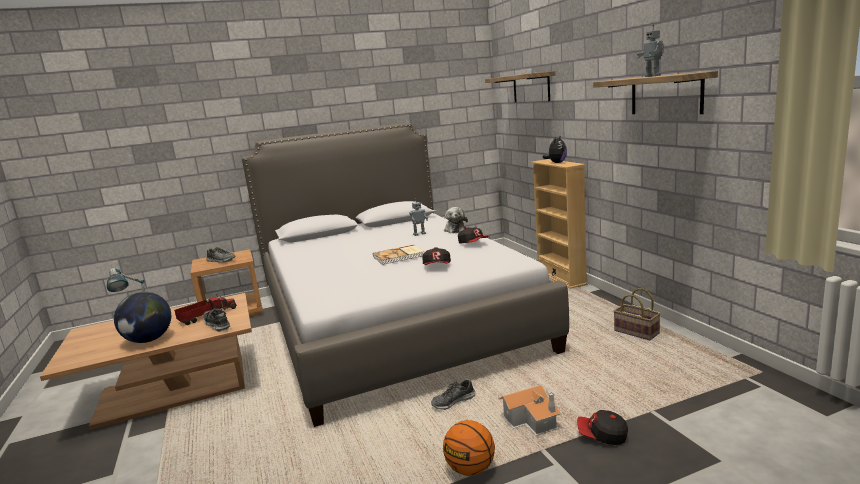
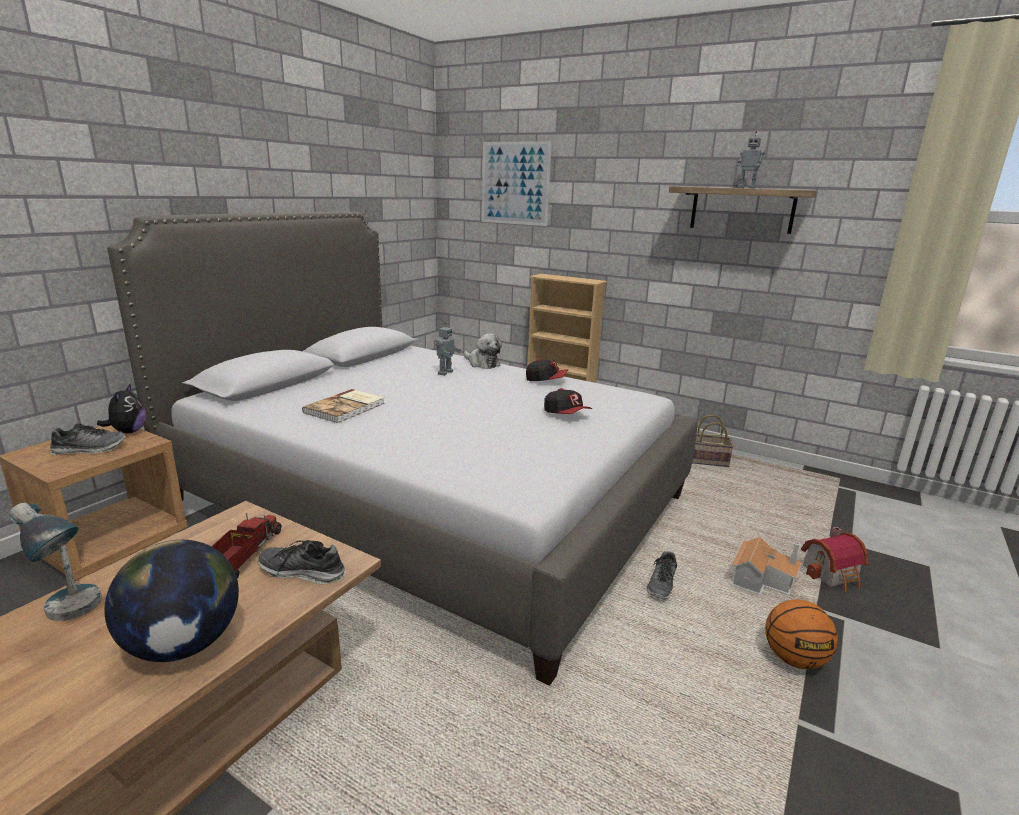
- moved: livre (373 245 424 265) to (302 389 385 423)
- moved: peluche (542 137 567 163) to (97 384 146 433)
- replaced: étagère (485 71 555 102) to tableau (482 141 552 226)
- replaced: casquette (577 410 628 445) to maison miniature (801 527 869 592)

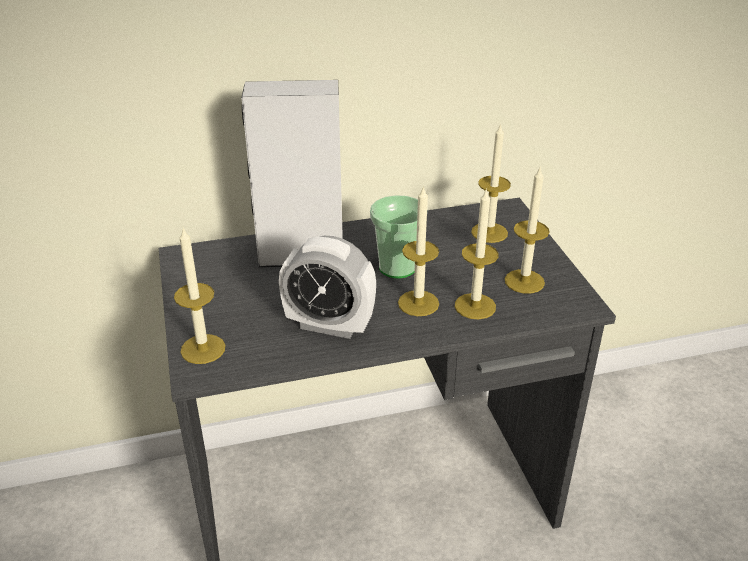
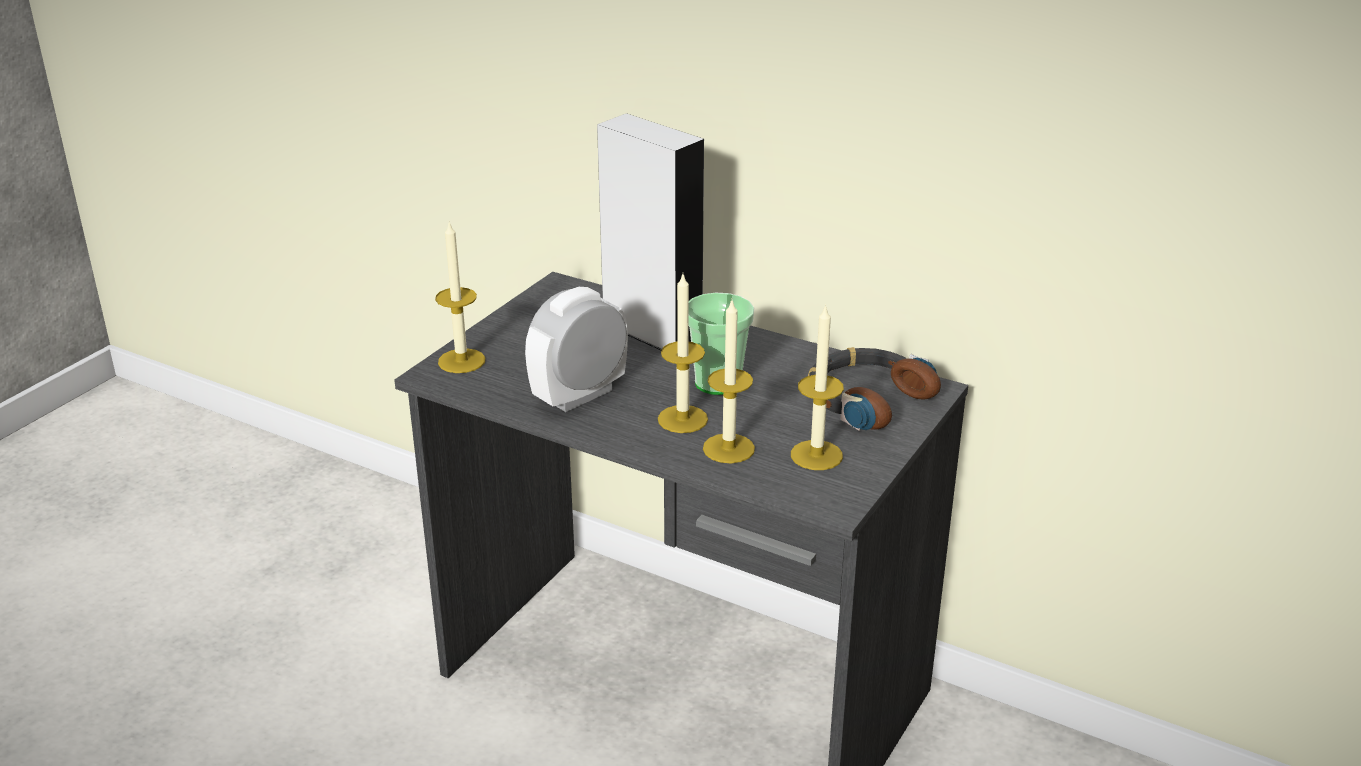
- replaced: bougie (471 123 511 243) to casque audio (808 347 941 431)
- turned: réveil (279 236 376 339) = (525 287 628 412) 75 degrees clockwise

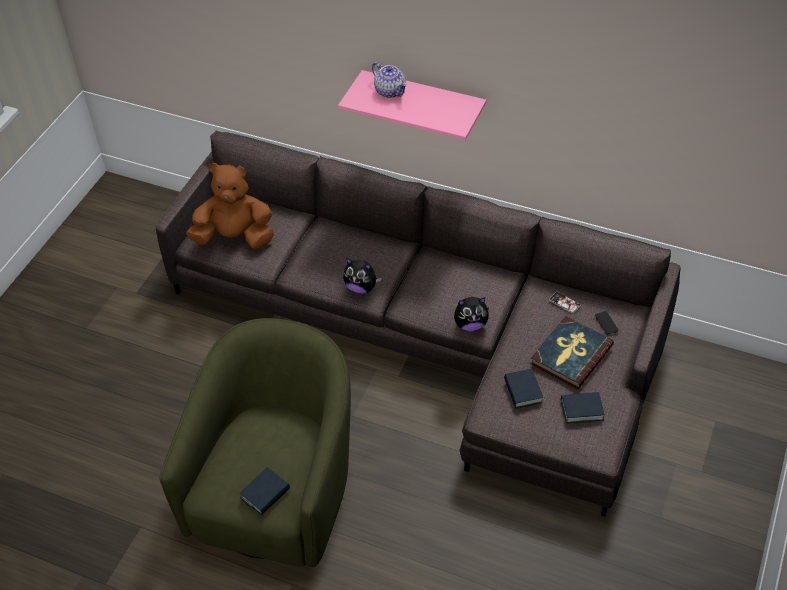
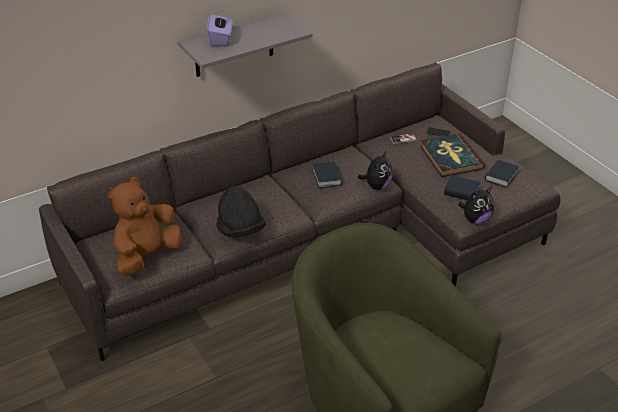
- added: chapeau/noir (216 186 266 237)
- moved: livre (240 467 290 515) to (312 161 342 188)
- moved: peluche (343 258 382 294) to (458 187 494 224)
- replaced: théière (372 62 407 98) to boîte à mouchoirs/violet (207 12 232 46)
- recoloured: étagère/rose (338 70 486 140) to étagère/gris (178 12 313 77)

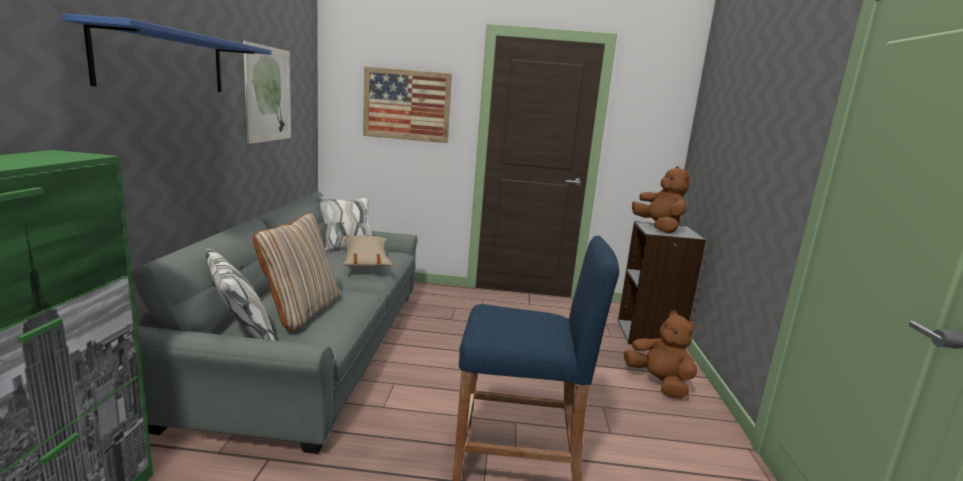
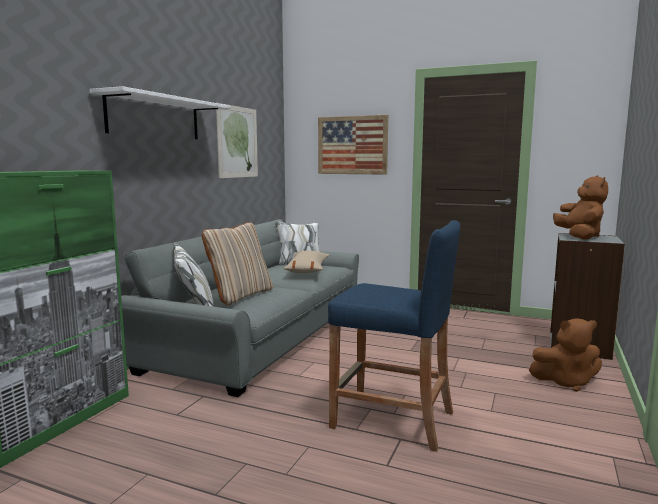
- recoloured: étagère/bleu (62 13 272 92) to étagère/blanc (89 86 231 139)
- turned: peluche/marron (624 310 697 399) = (529 318 602 392) 105 degrees clockwise

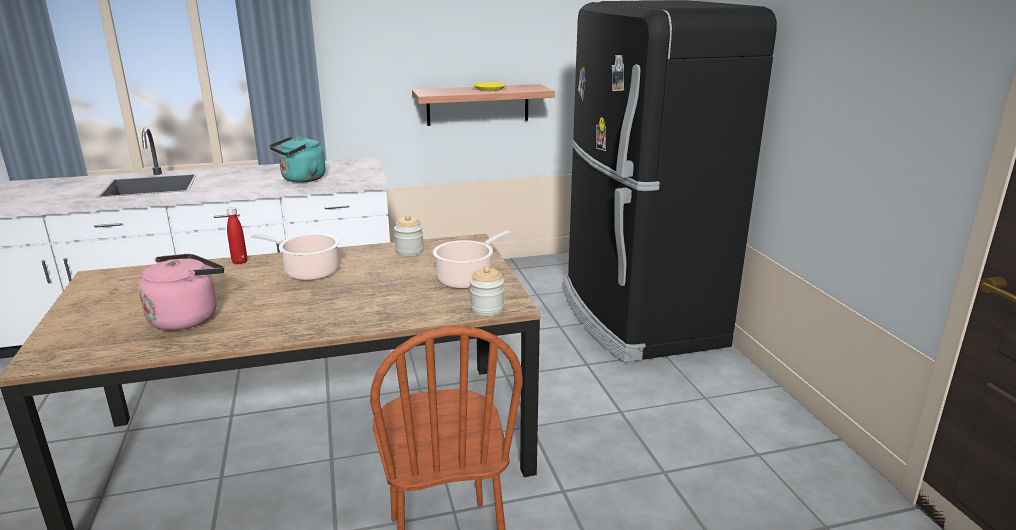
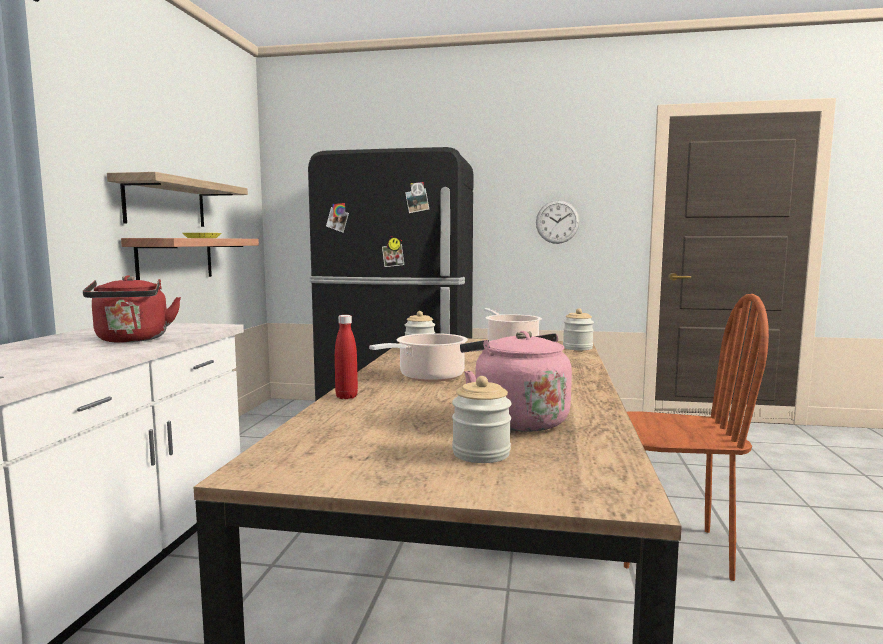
- added: étagère (107 172 248 227)
- added: bocal (452 376 511 463)
- added: horloge murale (536 200 580 244)
- recoloured: bouilloire/turquoise (269 136 326 182) to bouilloire/rouge (83 275 181 343)

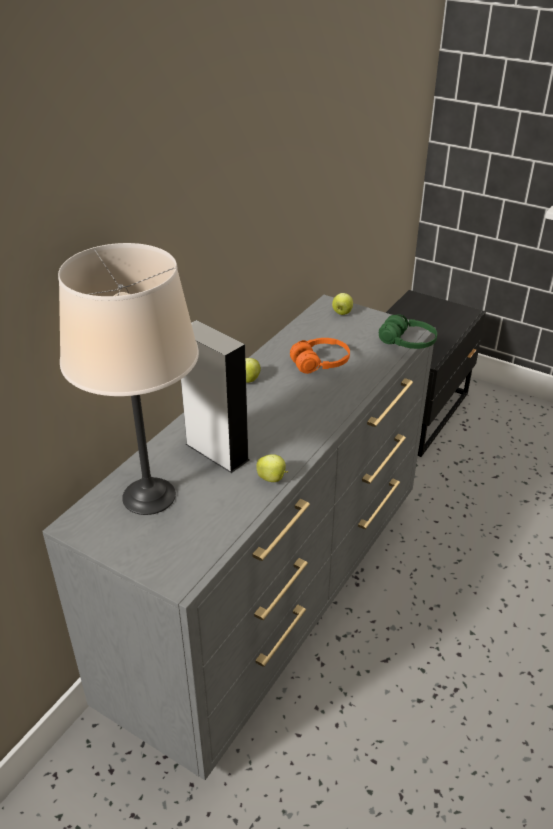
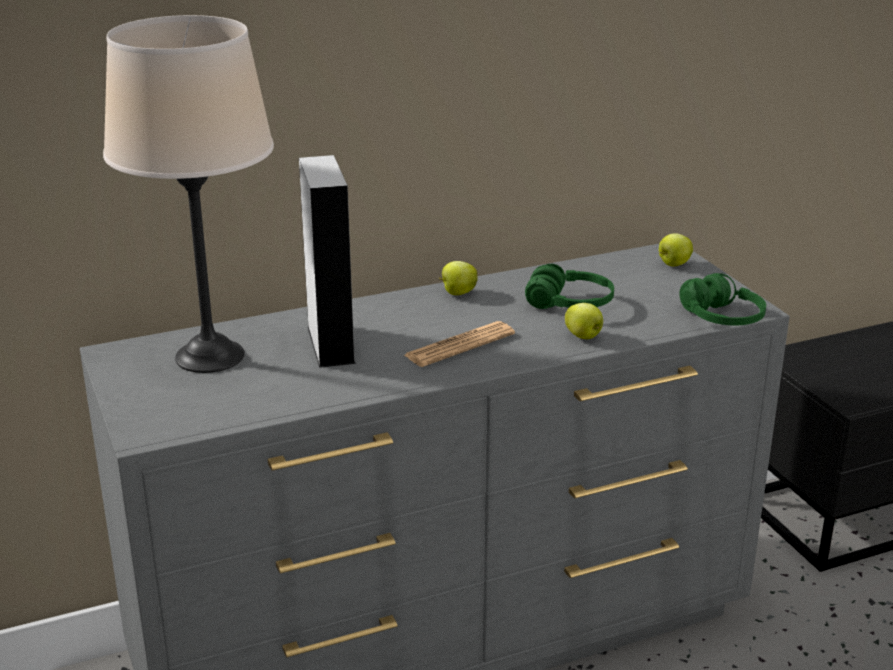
- added: journal (404 321 515 367)
- moved: pomme (256 454 288 482) to (565 303 603 339)
- recoloured: casque audio/orange (290 338 350 374) to casque audio/vert (525 264 614 309)

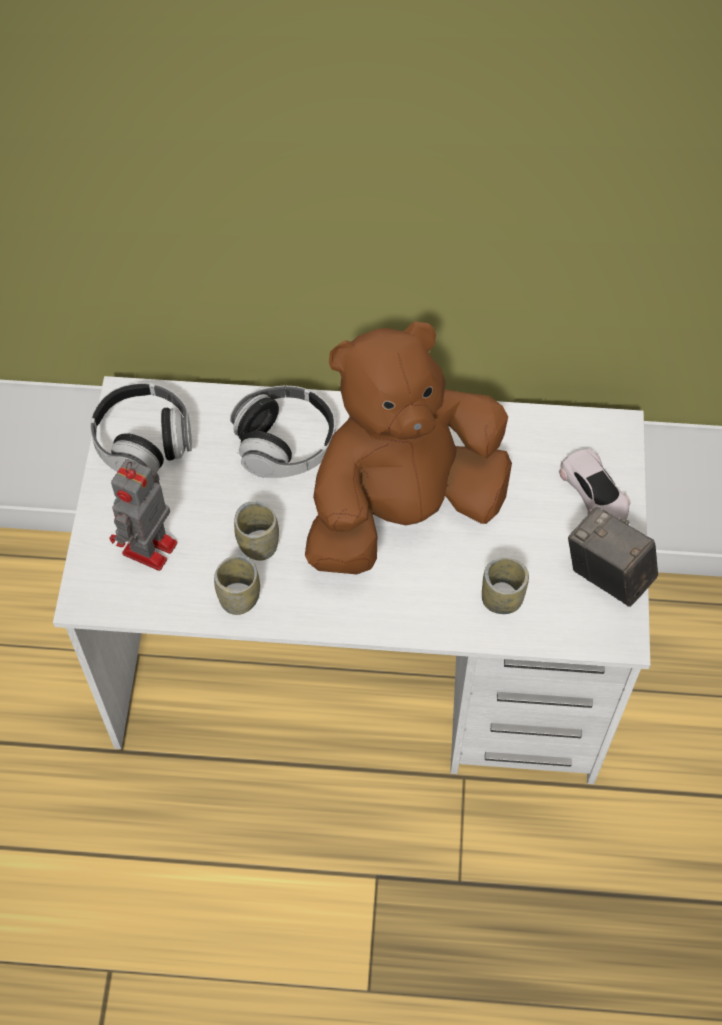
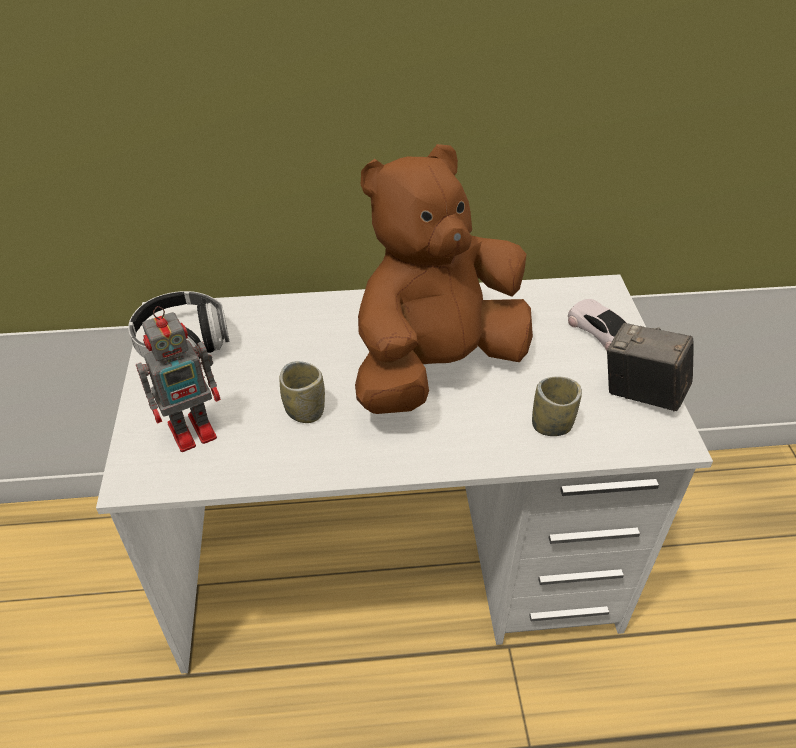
- removed: tasse (214 555 260 615)
- removed: casque audio (230 386 335 478)
- turned: robot jouet (109 459 177 571) = (136 306 221 452) 135 degrees counterclockwise

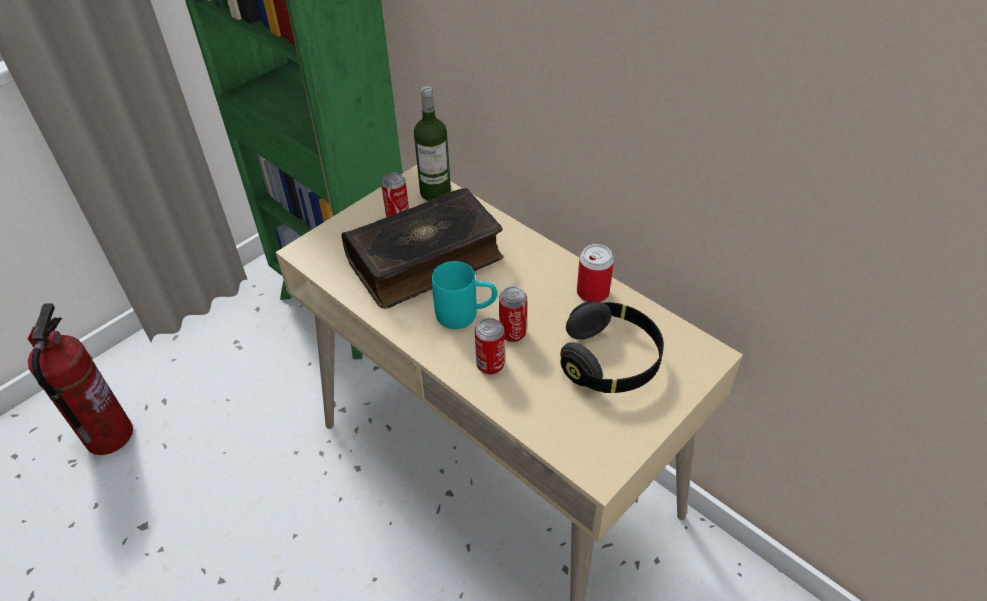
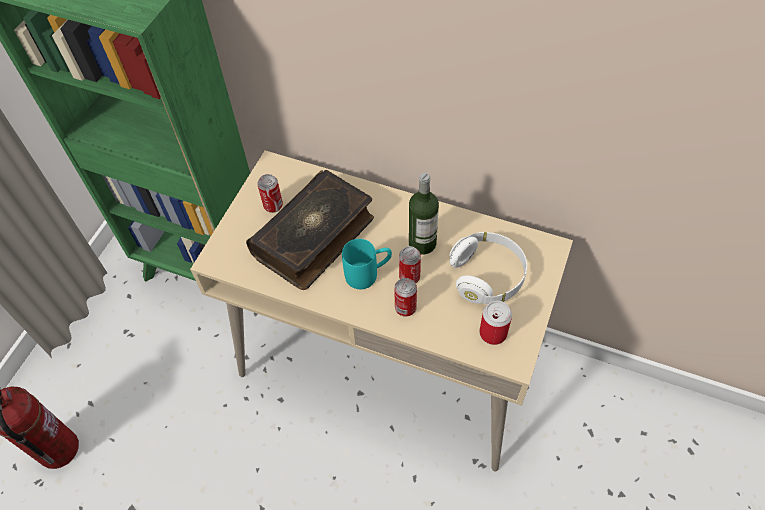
- moved: bouteille (414 86 451 201) to (409 173 439 255)
- moved: boîte métallique (577 244 614 302) to (479 301 512 345)
- recoloured: casque audio/noir (560 301 664 393) to casque audio/blanc (449 232 527 304)

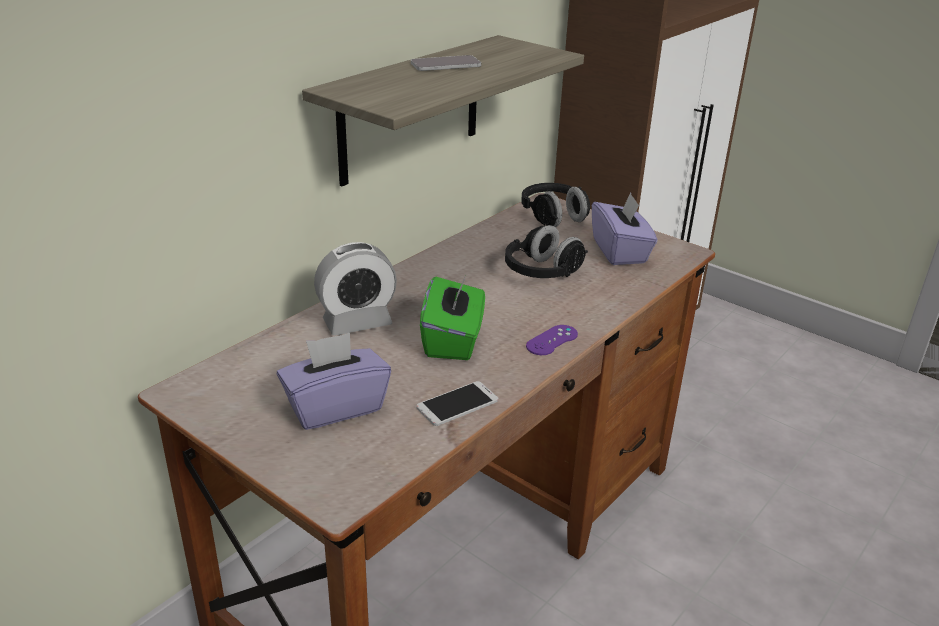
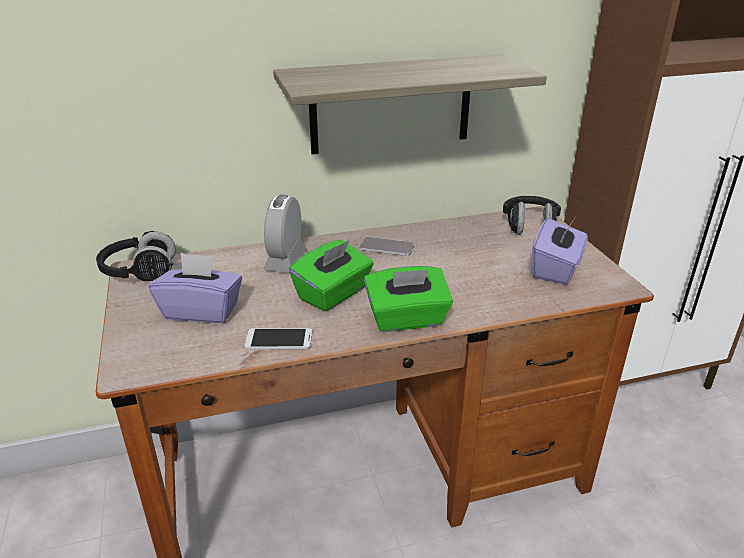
- moved: téléphone (411 55 481 71) to (359 237 414 256)
- moved: casque audio/noir (505 225 588 278) to (96 231 176 281)
- replaced: manette/violet (526 325 578 355) to boîte à mouchoirs/vert (364 266 453 332)
- turned: réveil (314 242 397 336) = (264 195 307 272) 90 degrees clockwise

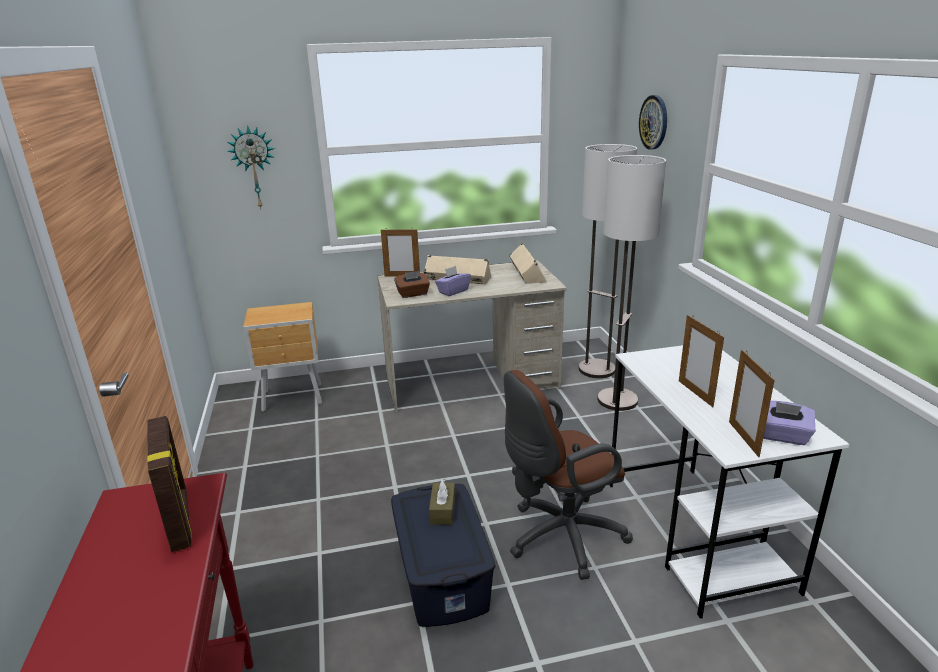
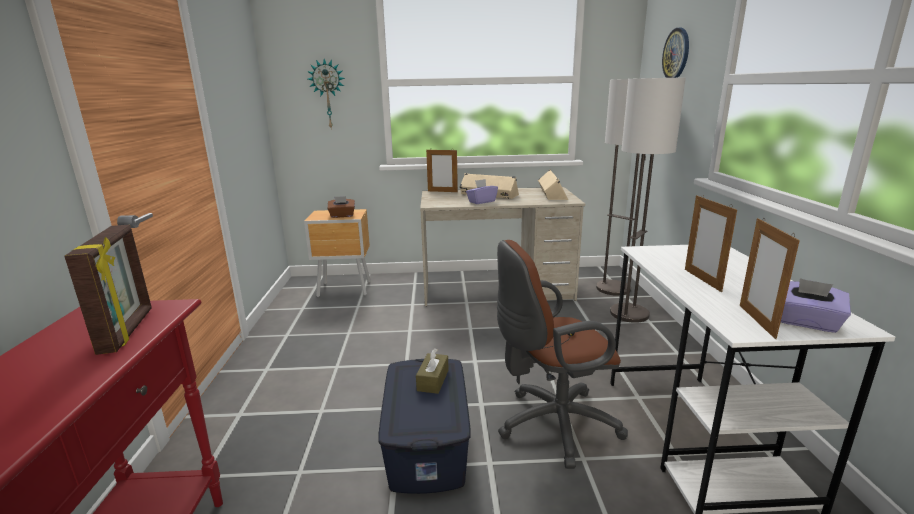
- moved: boîte à mouchoirs/marron (394 271 430 298) to (328 196 355 218)

